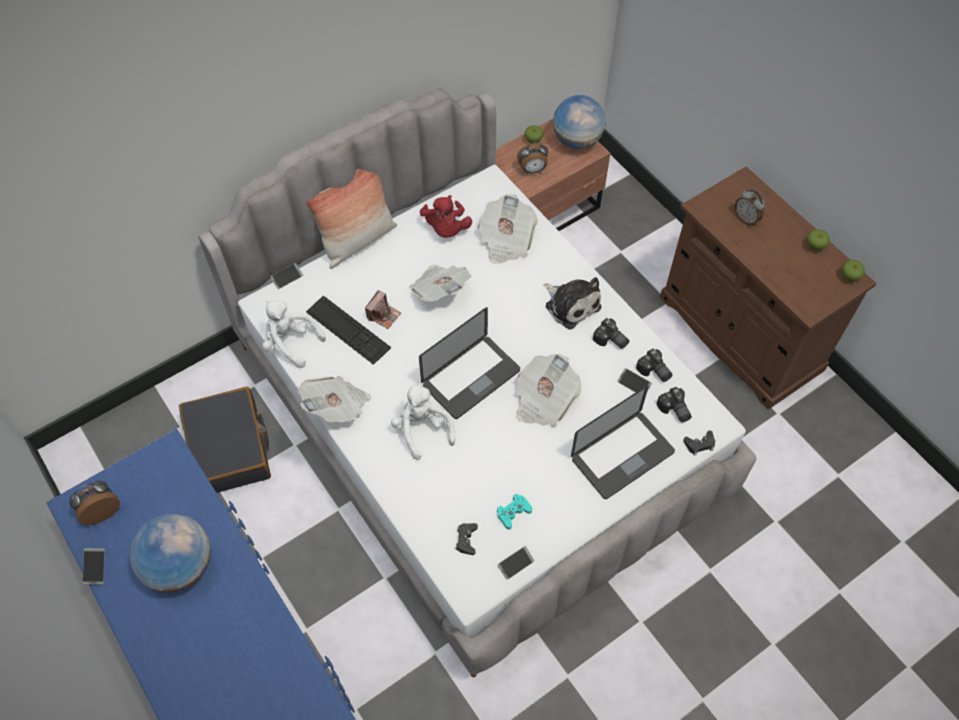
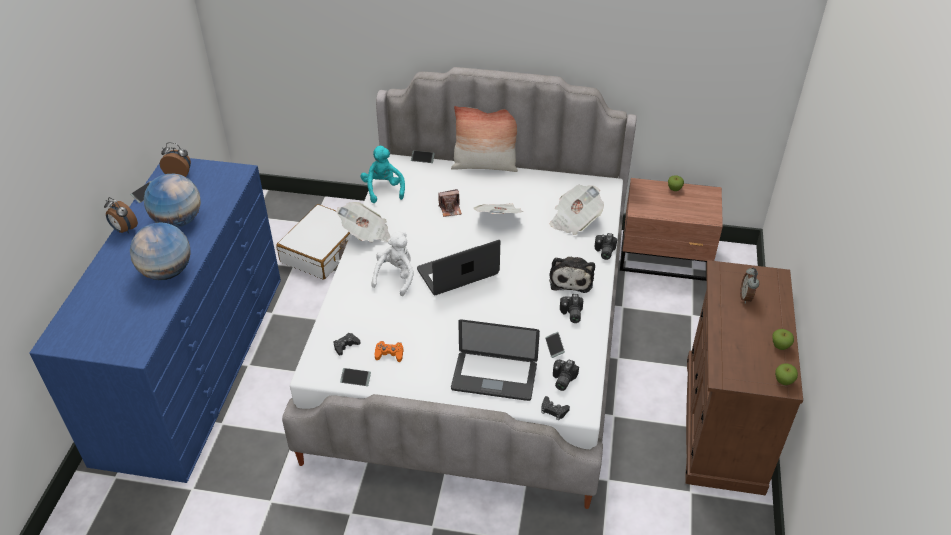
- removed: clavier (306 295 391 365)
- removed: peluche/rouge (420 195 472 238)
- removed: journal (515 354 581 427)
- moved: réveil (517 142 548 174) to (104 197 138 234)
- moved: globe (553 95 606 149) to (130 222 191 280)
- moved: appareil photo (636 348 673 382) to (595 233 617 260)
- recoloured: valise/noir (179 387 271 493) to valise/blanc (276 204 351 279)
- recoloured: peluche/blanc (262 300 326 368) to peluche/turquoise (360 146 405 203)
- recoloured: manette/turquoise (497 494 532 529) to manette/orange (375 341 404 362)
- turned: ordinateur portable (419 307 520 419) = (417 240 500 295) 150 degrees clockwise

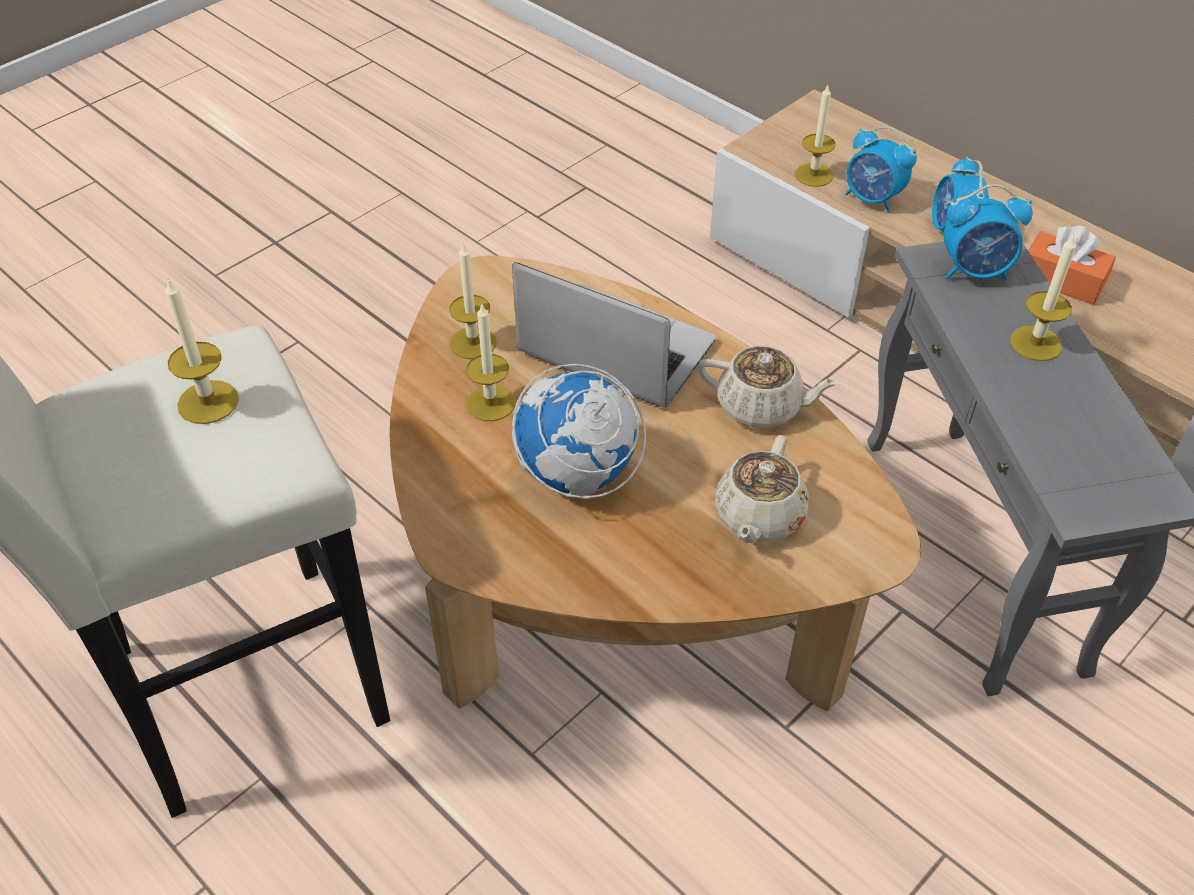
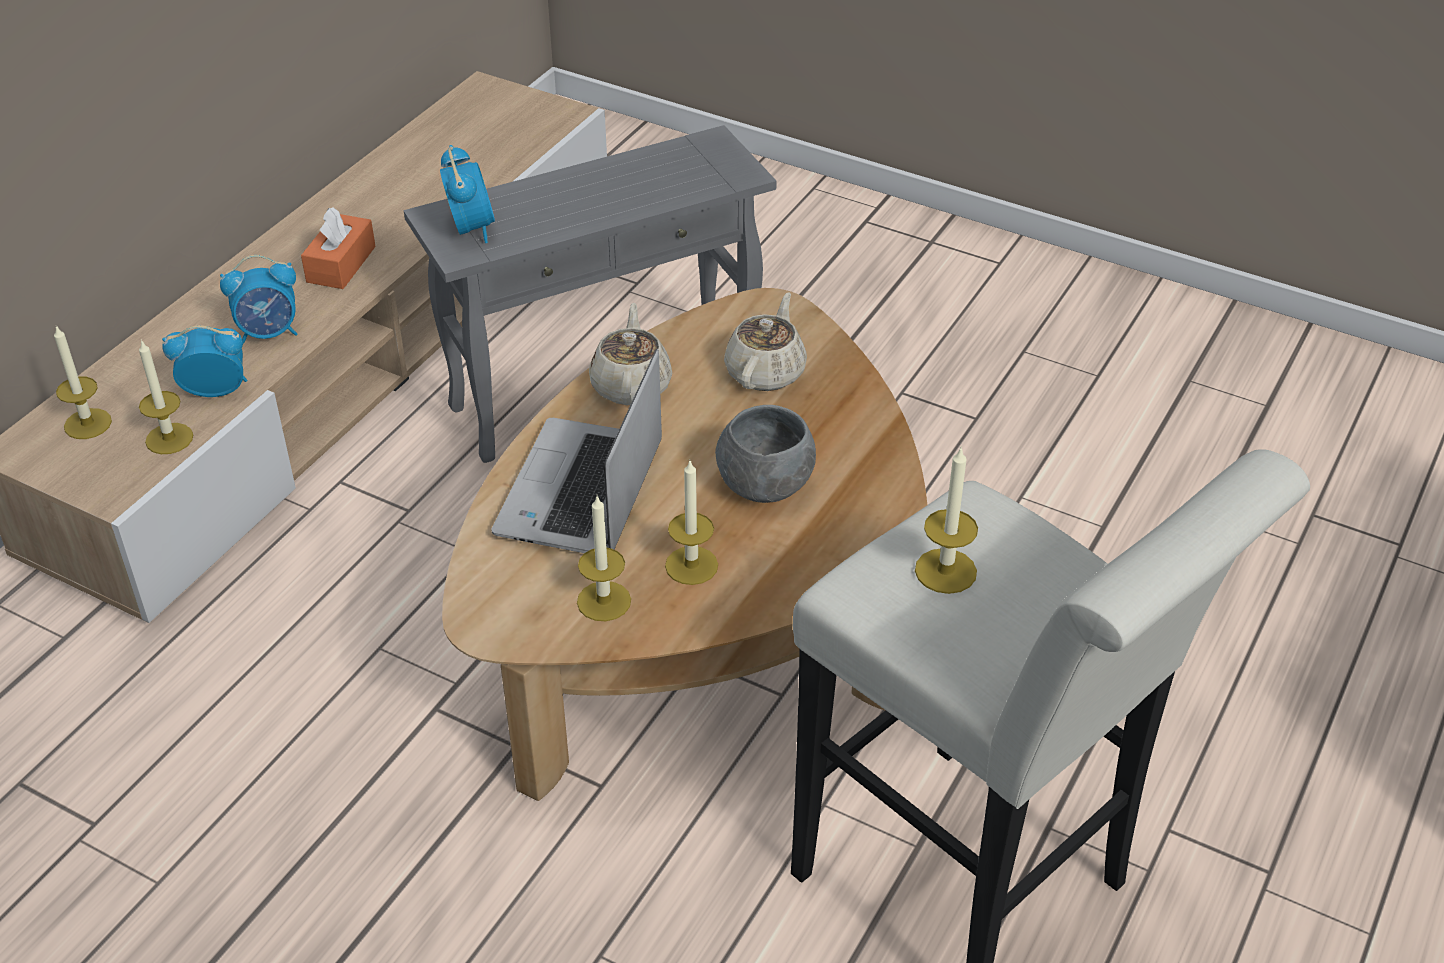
- moved: bougie (1010 235 1076 361) to (54 326 112 439)
- replaced: globe (512 364 646 499) to bol/gris (715 405 816 503)
- turned: théière/beige (715 435 809 543) = (724 293 807 391) 75 degrees counterclockwise
- turned: réveil (845 126 917 213) = (162 325 247 397) 120 degrees counterclockwise

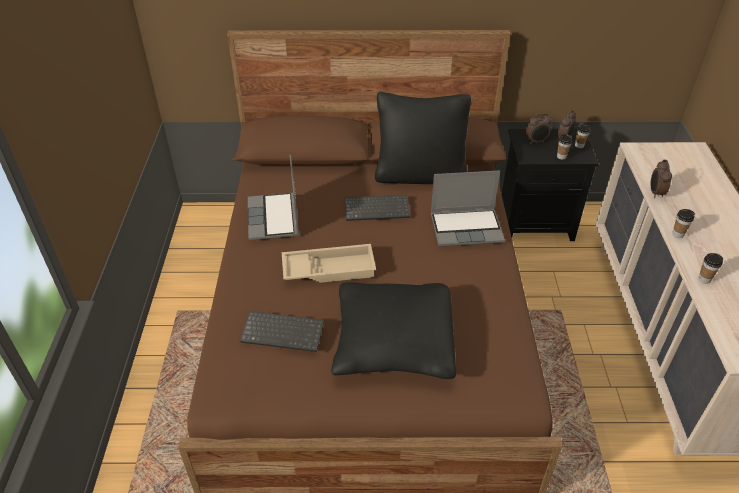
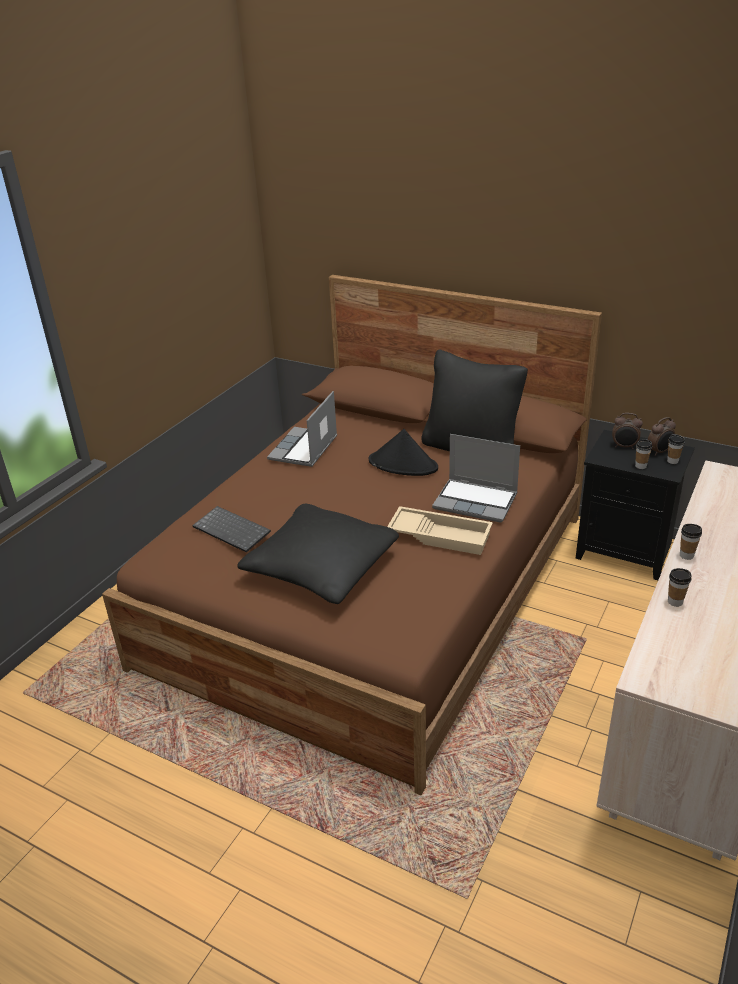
- removed: réveil (651 159 672 198)
- moved: plateau/beige (282 244 376 283) to (387 506 493 555)
- replaced: clavier (345 195 410 221) to chapeau/noir (369 429 438 476)

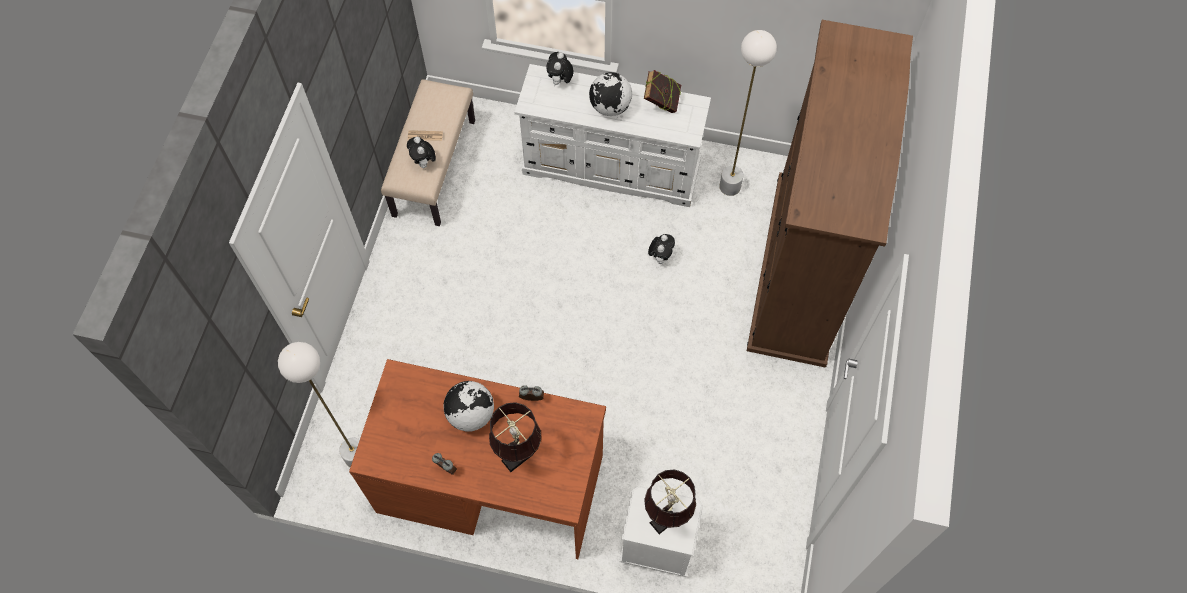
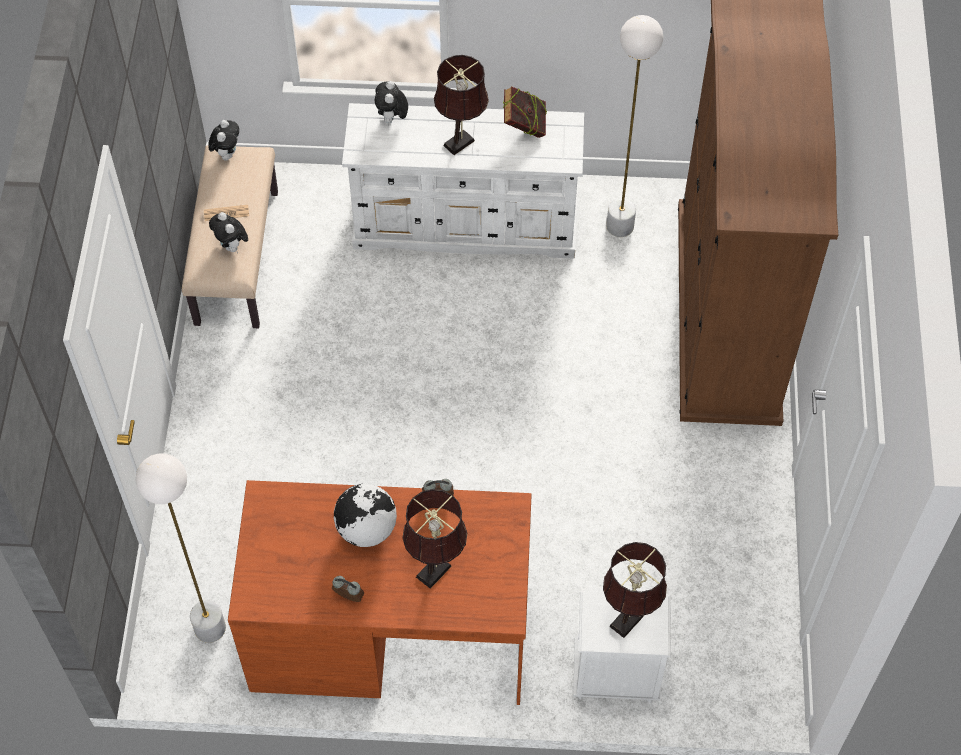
- moved: peluche (648 234 675 264) to (208 120 239 160)
- replaced: globe (589 72 632 116) to lampe de table/marron (434 55 489 155)

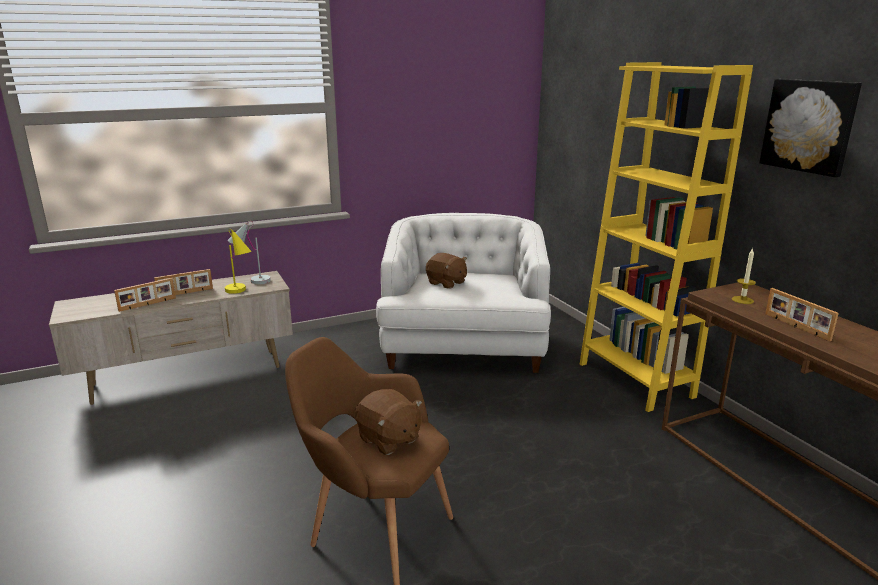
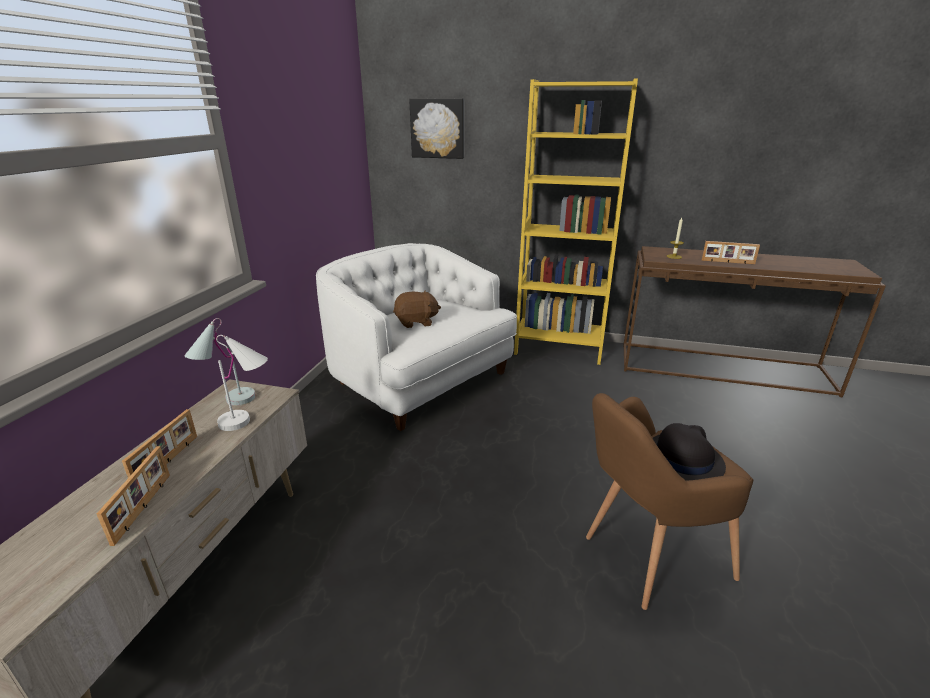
- moved: tableau (759 79 862 177) to (409 98 464 159)
- replaced: peluche/marron (355 389 422 455) to chapeau/noir (653 423 726 481)
- recoloured: lampe de table/jaune (225 228 252 294) to lampe de table/blanc (216 335 268 431)

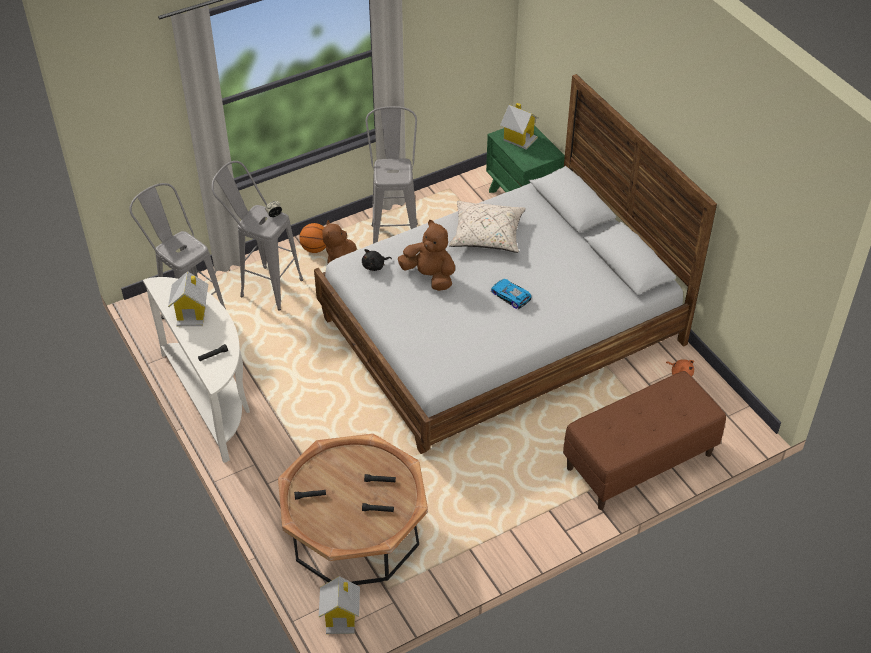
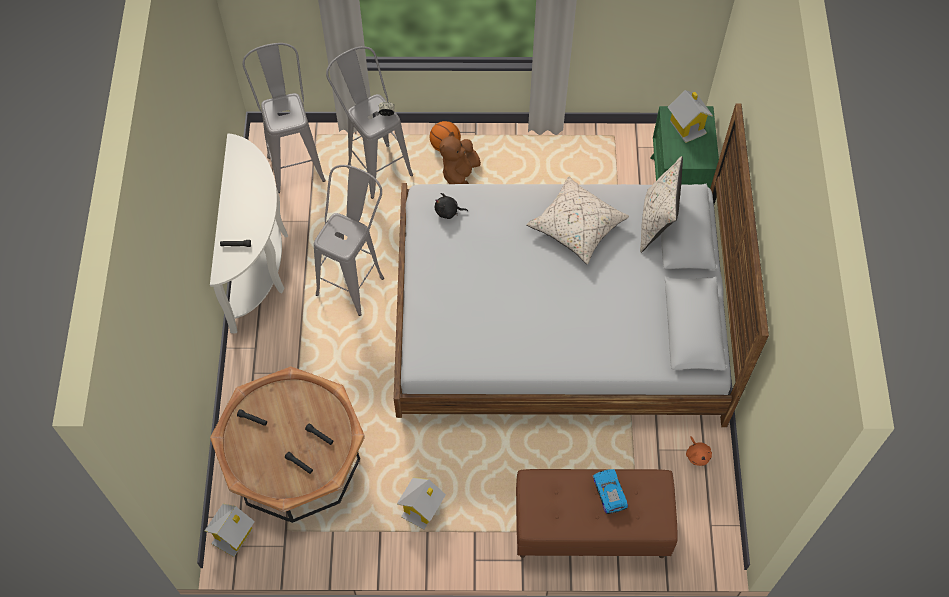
- removed: peluche/marron (398 220 455 291)
- added: coussin/beige (640 156 683 253)
- moved: maison miniature (168 271 208 326) to (397 477 446 530)
- moved: tabouret/gris (366 106 418 244) to (314 165 384 316)
- moved: petite voiture (491 279 532 309) to (593 469 628 514)

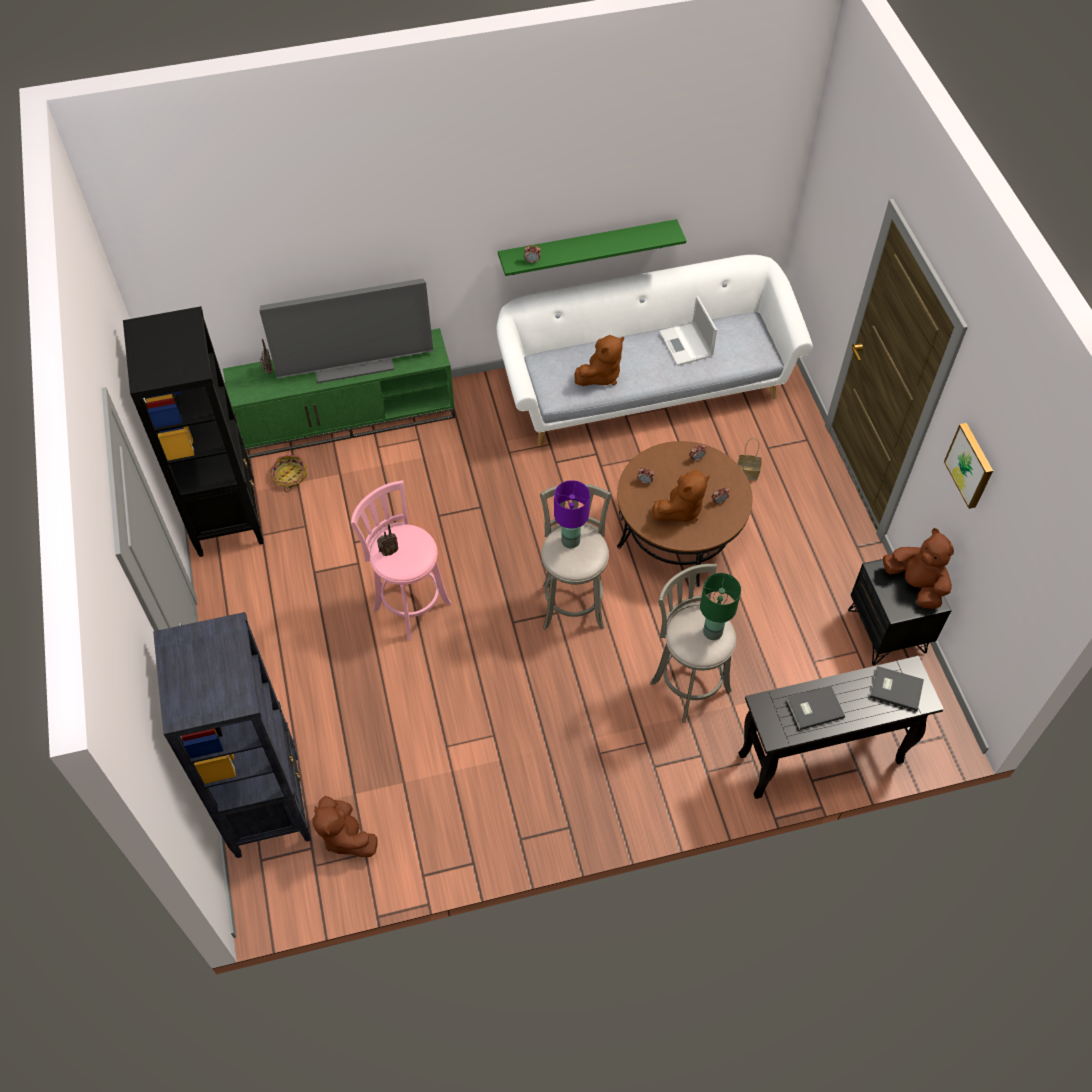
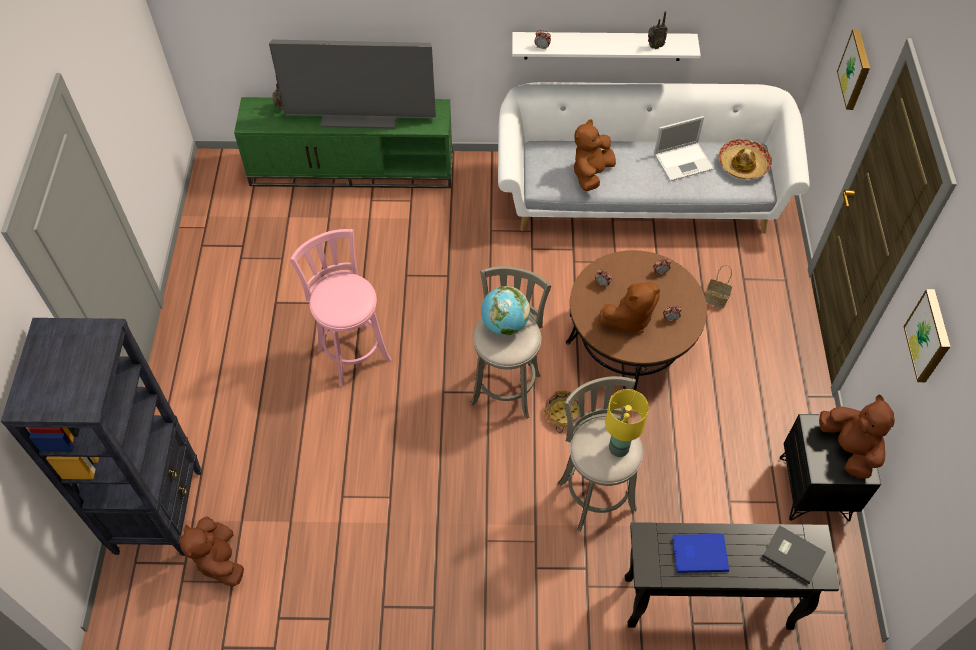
- removed: bibliothèque/noir (123 306 264 557)
- added: chapeau (719 139 772 179)
- added: tableau (837 29 870 110)
- moved: panier (270 455 307 492) to (544 391 580 433)
- moved: radio (377 524 399 556) to (648 11 668 49)
- replaced: lampe de table/violet (554 480 590 548) to globe (481 286 530 336)
- recoloured: étagère/vert (498 219 686 276) to étagère/blanc (512 32 701 61)
- recoloured: lampe de table/vert (700 573 741 640) to lampe de table/jaune (605 389 649 457)
- recoloured: livre/gris (786 686 845 730) to livre/bleu (672 534 729 573)
- turned: peluche/marron (574 335 624 386) = (574 119 616 191) 150 degrees clockwise
- turned: ordinateur portable (659 296 717 366) = (654 116 714 181) 105 degrees counterclockwise

